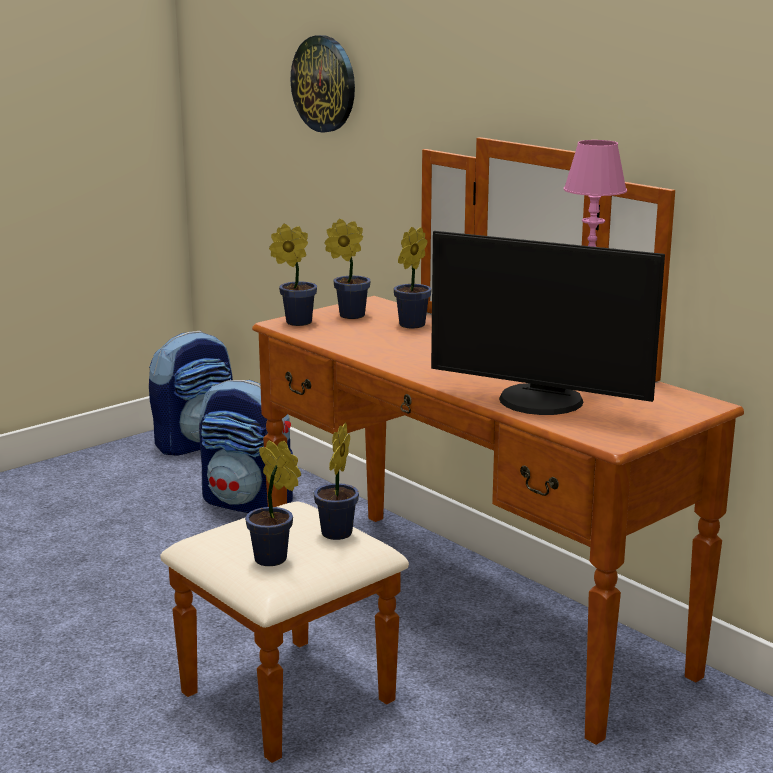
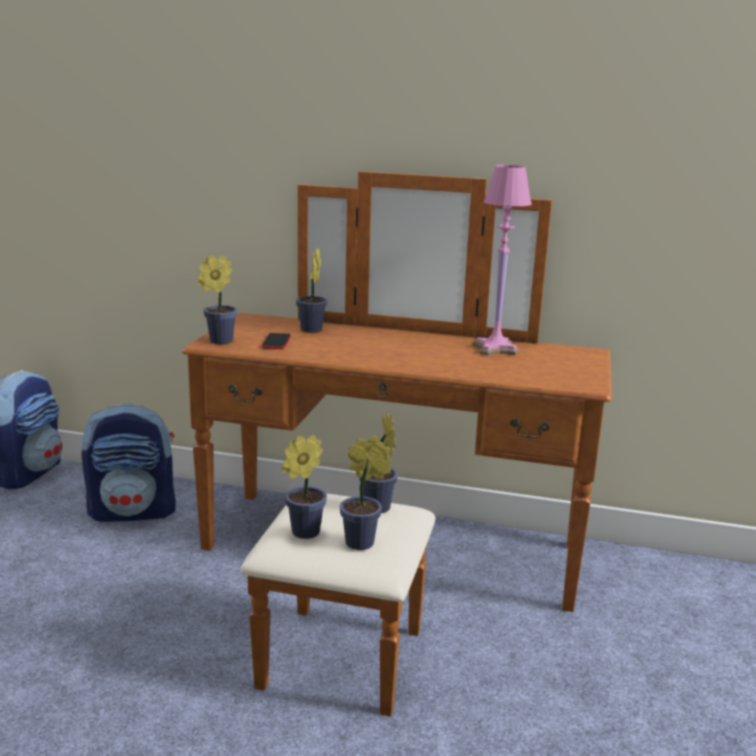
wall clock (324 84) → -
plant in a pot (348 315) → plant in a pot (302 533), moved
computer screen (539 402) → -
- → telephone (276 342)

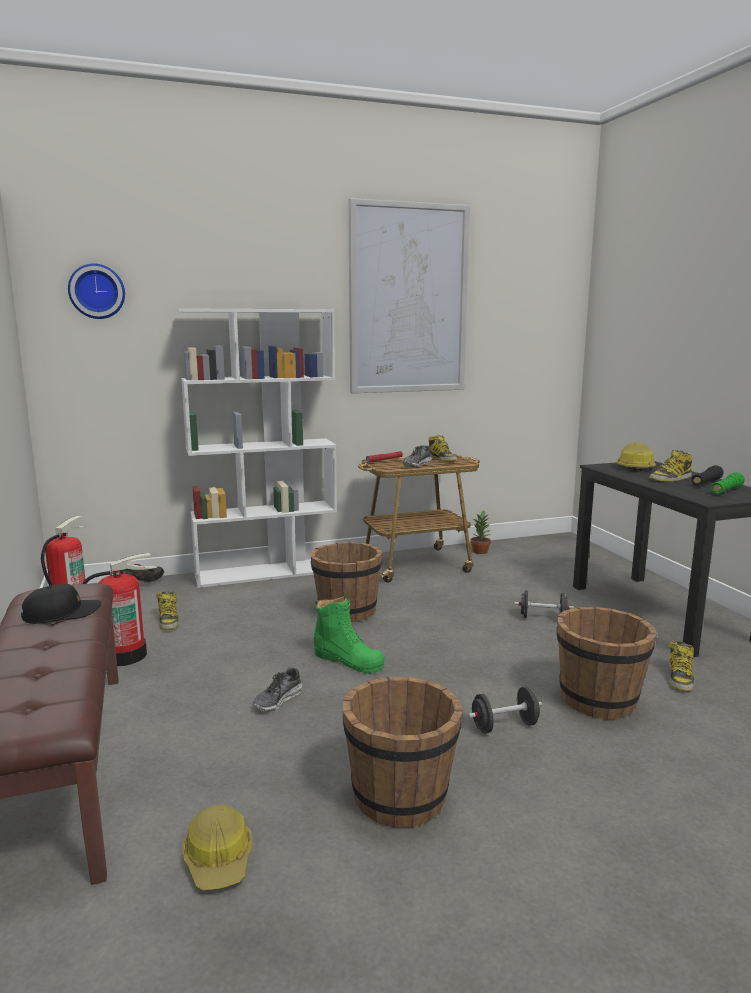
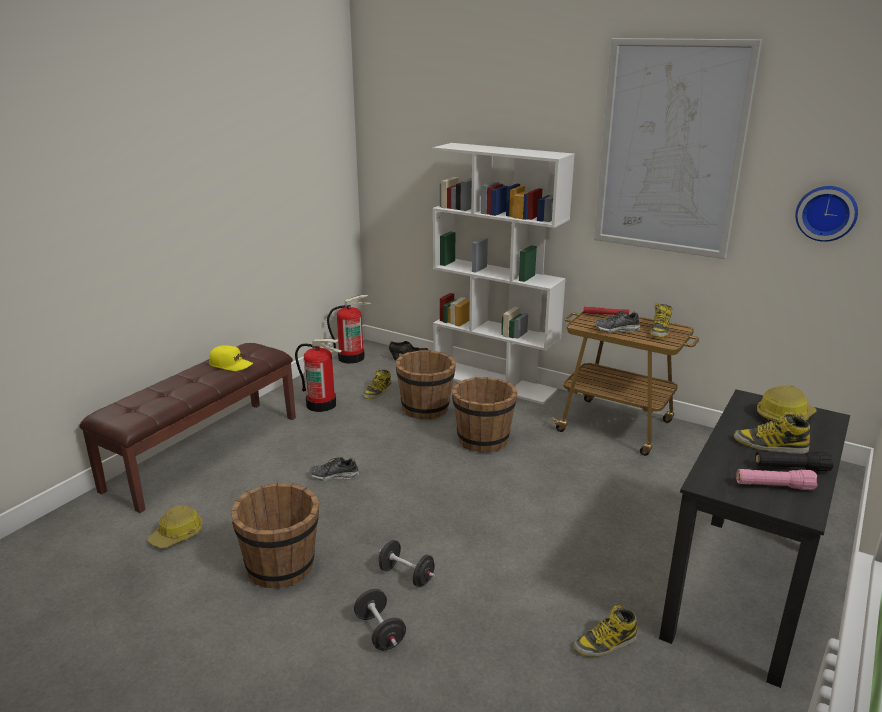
wall clock (97 291) → wall clock (826 213), moved
greenish flashlight (726 491) → pink flashlight (774 486)
plant in a pot (480 551) → -
blackish baseball cap (62 614) → yellow baseball cap (231 364)
blackish hand weight (543 618) → blackish hand weight (380 632), moved
greenish boot (348 660) → -
brown-coloured bucket (599 700) → brown-coloured bucket (426 409), moved

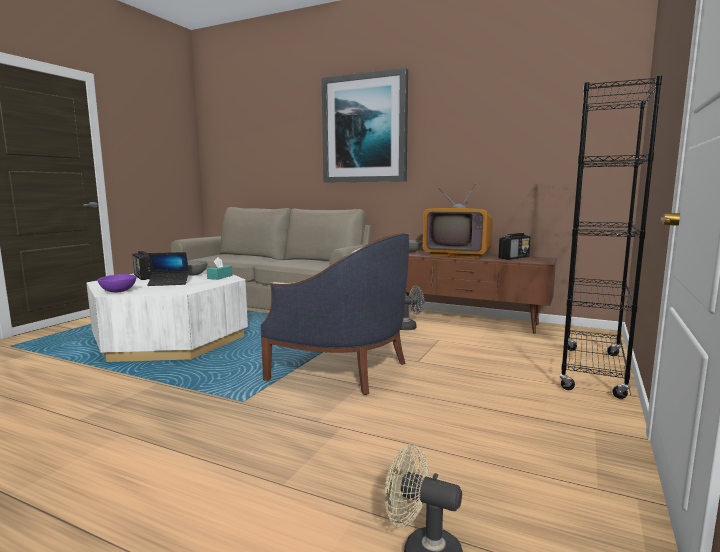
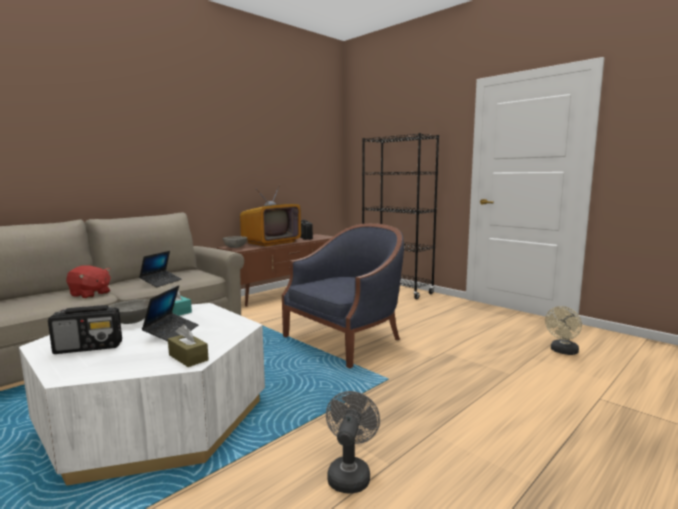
wall picture (365 129) → -
purple deep dish (118 291) → brown-coloured tissue box (188 357)
grey cooling fan (409 327) → grey cooling fan (350 473), moved
- → laptop (161 282)
- → red cuddly toy (90 294)

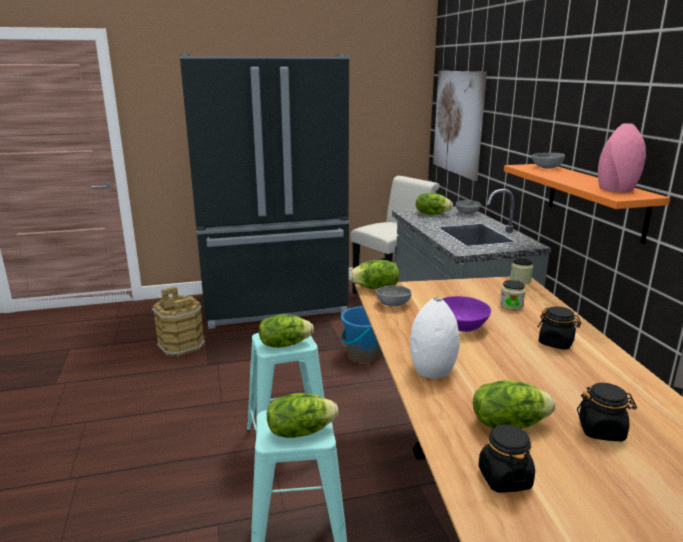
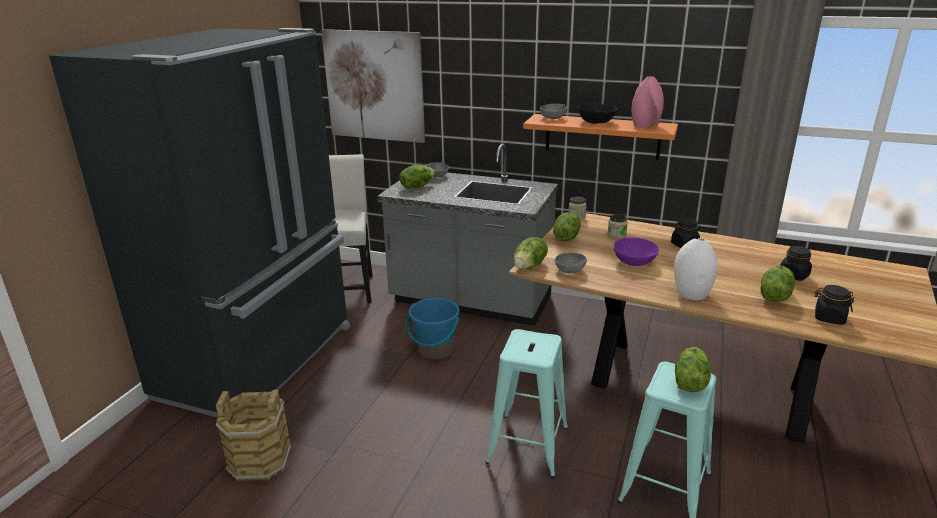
head of lettuce (284 344) → head of lettuce (566 237), moved
- → blackish deep dish (596 122)

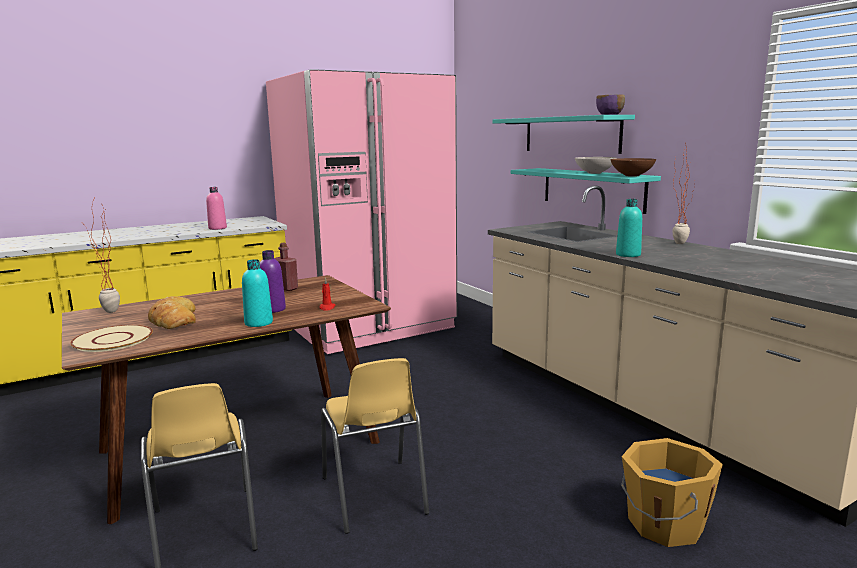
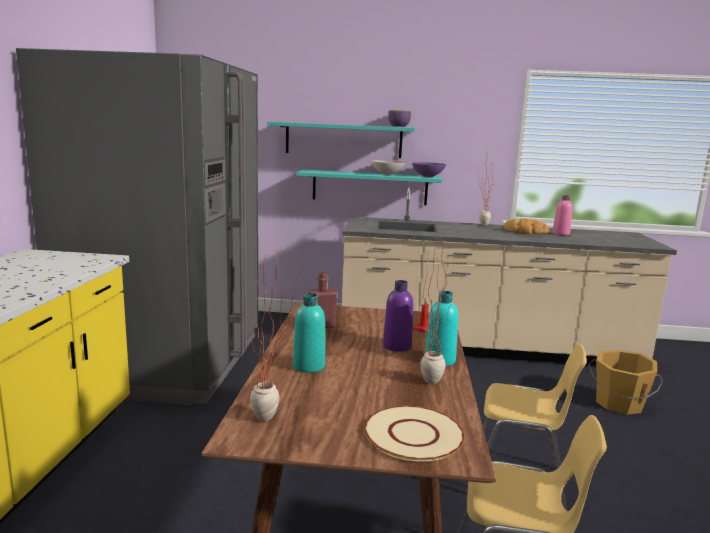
pink refrigerator (369 326) → grey refrigerator (168 362)
brown-coloured deep dish (631 176) → purple deep dish (428 176)
pink bottle (217 228) → pink bottle (561 234), moved
turquoise-coloured bottle (628 255) → turquoise-coloured bottle (309 366), moved
bakery bread (173 320) → bakery bread (525 232), moved
- → plant in a pot (431 379)

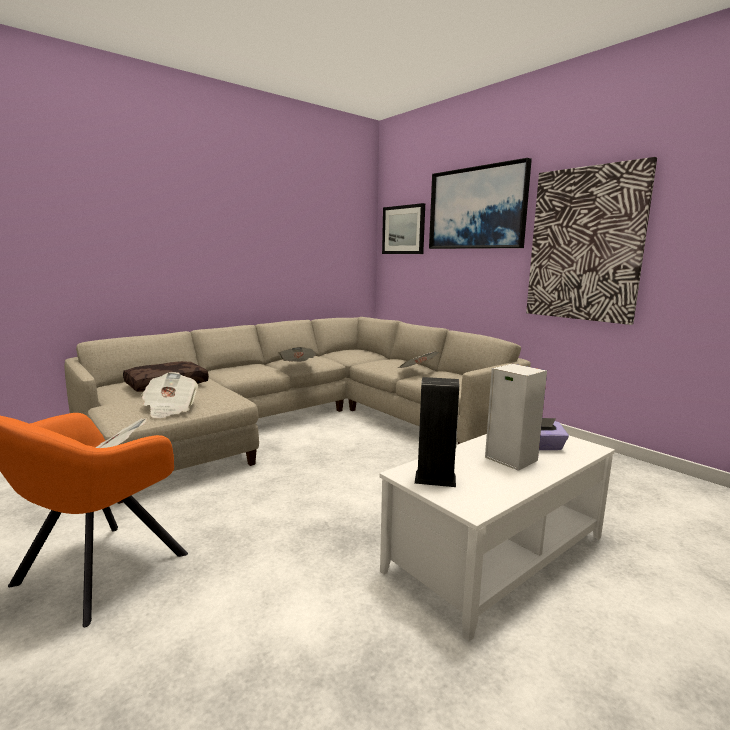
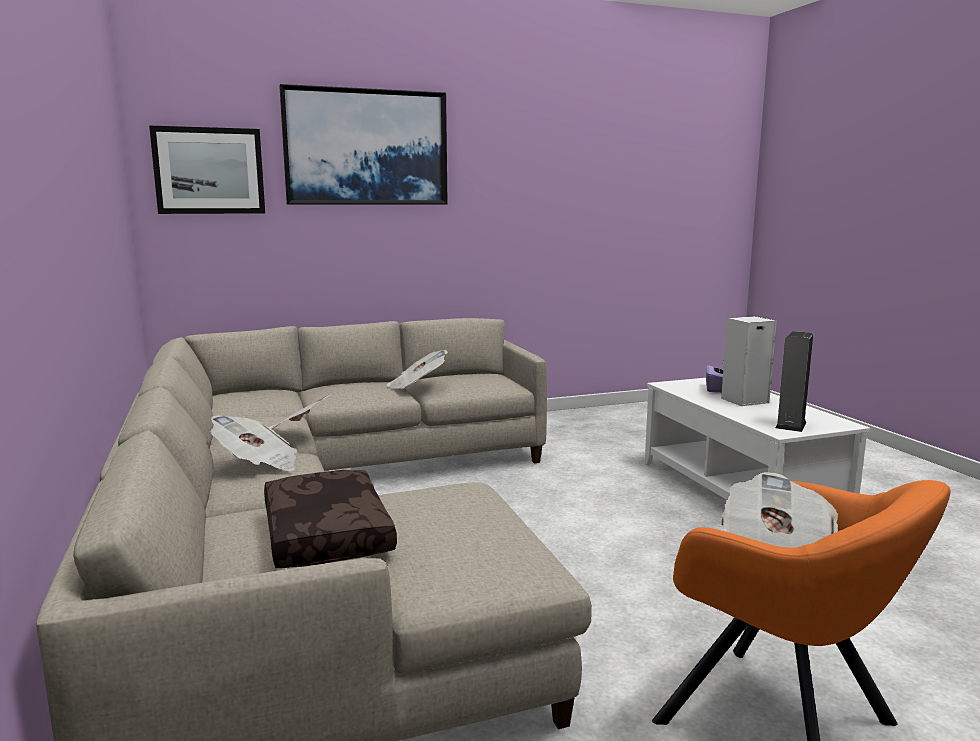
wall picture (585 244) → -
printed paper (170 409) → printed paper (258 464), moved

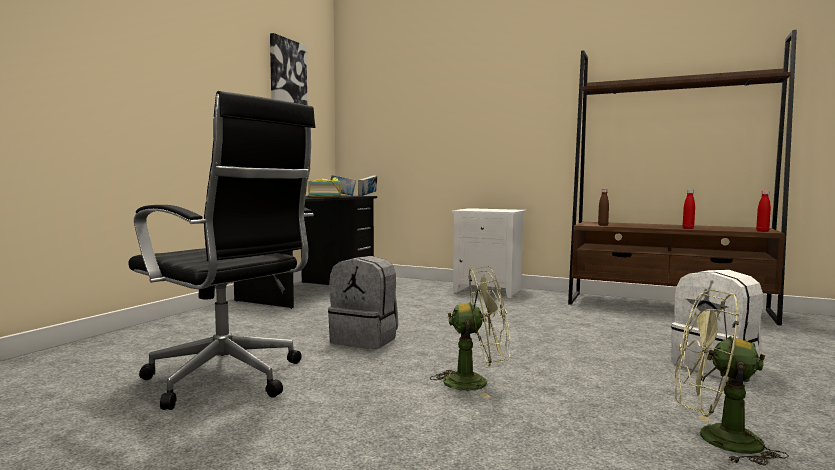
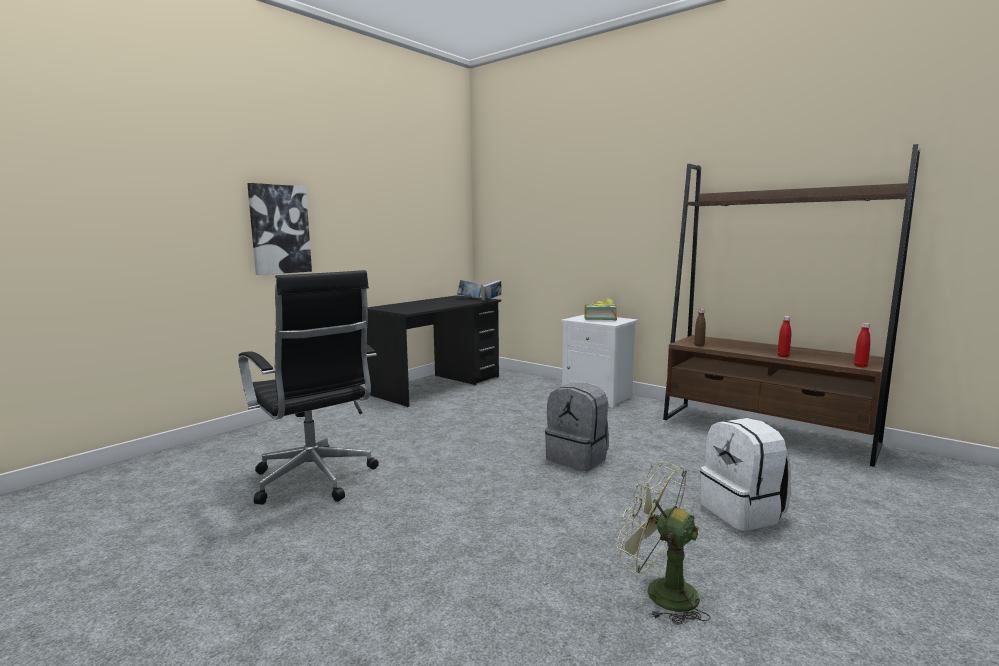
wall picture (287 79) → wall picture (279 229), moved
bound book (325 196) → bound book (600 319), moved
grey backpack (365 340) → grey backpack (578 458), moved
greenish cooling fan (475 382) → -

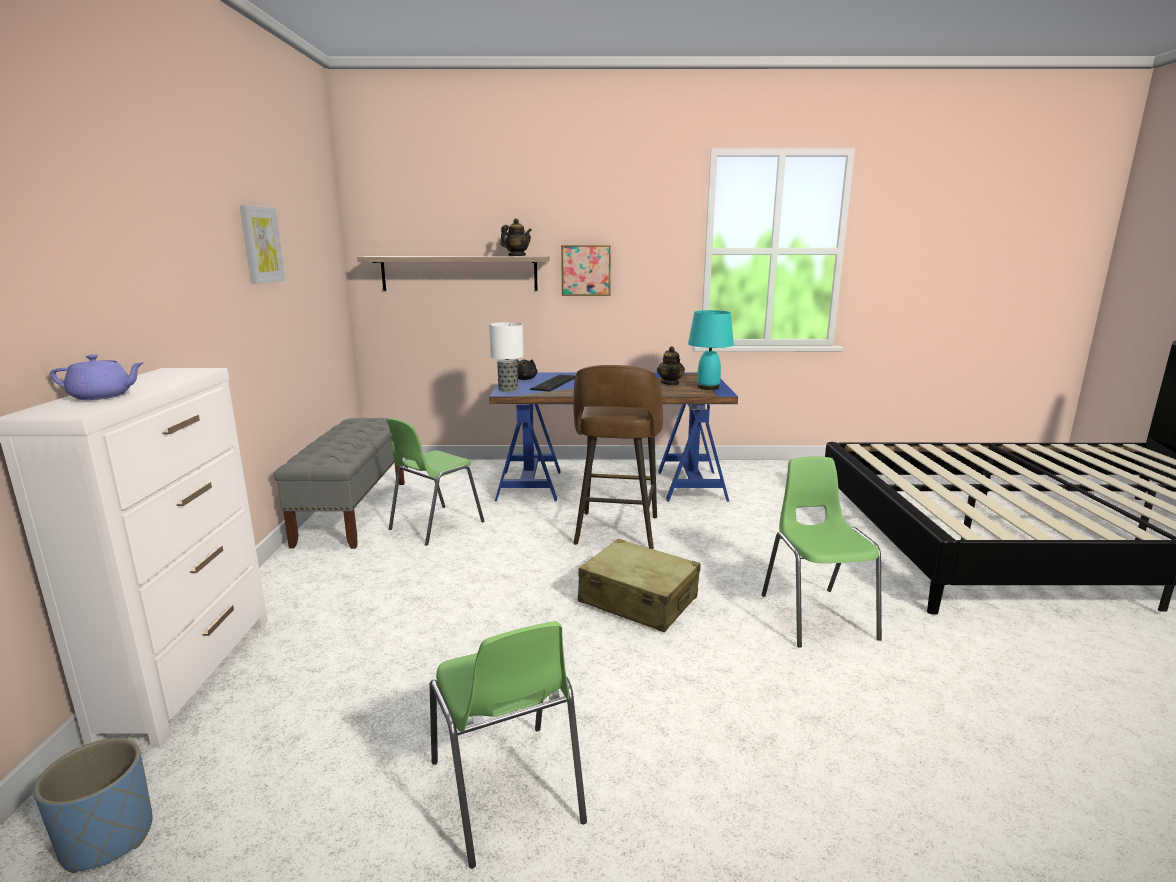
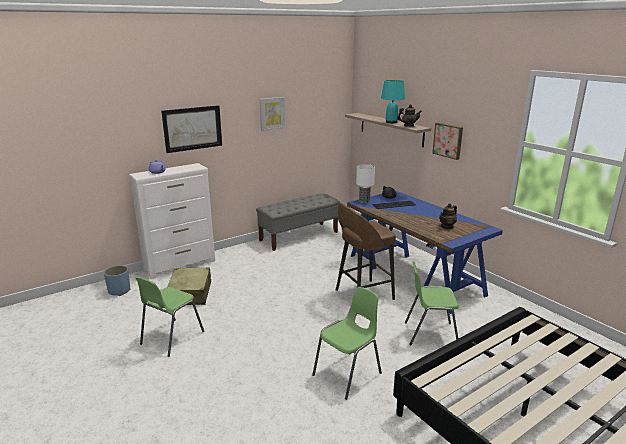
turquoise-coloured table lamp (708 387) → turquoise-coloured table lamp (391 122), moved
greenish chair (435 525) → greenish chair (430 334), moved
beige-coloured suitcase (638 600) → beige-coloured suitcase (190 293), moved
- → wall picture (192 128)

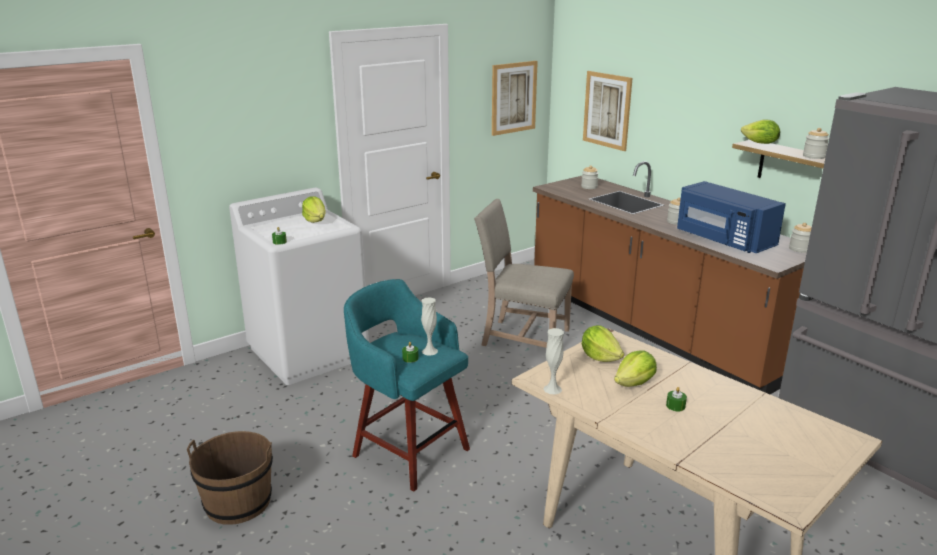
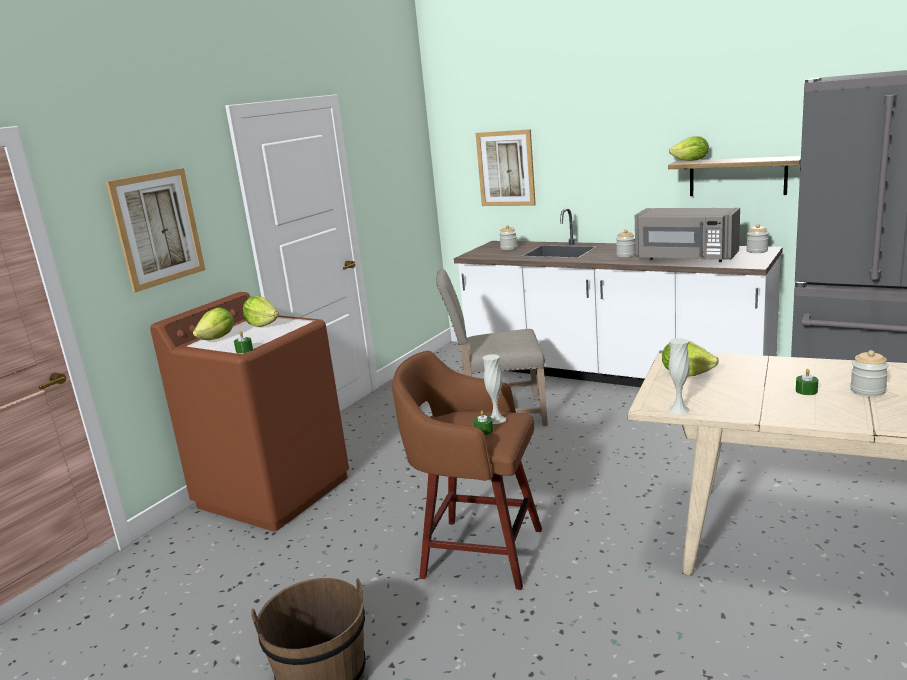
wall picture (513 97) → wall picture (157 228), moved
jar (814 156) → jar (867 390), moved
brown-coloured counter (652 328) → whitish counter (611 374)
blue kitchen microwave (723 240) → grey kitchen microwave (685 258)
whitish laundry machine (309 352) → brown-coloured laundry machine (274 491)
turquoise-coloured sitting stool (408 451) → brown-coloured sitting stool (478 552)
head of lettuce (634 383) → head of lettuce (218 338), moved

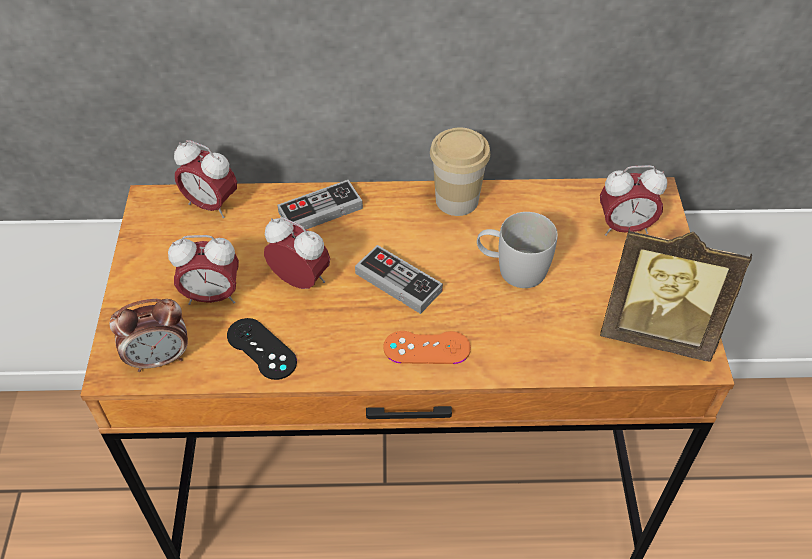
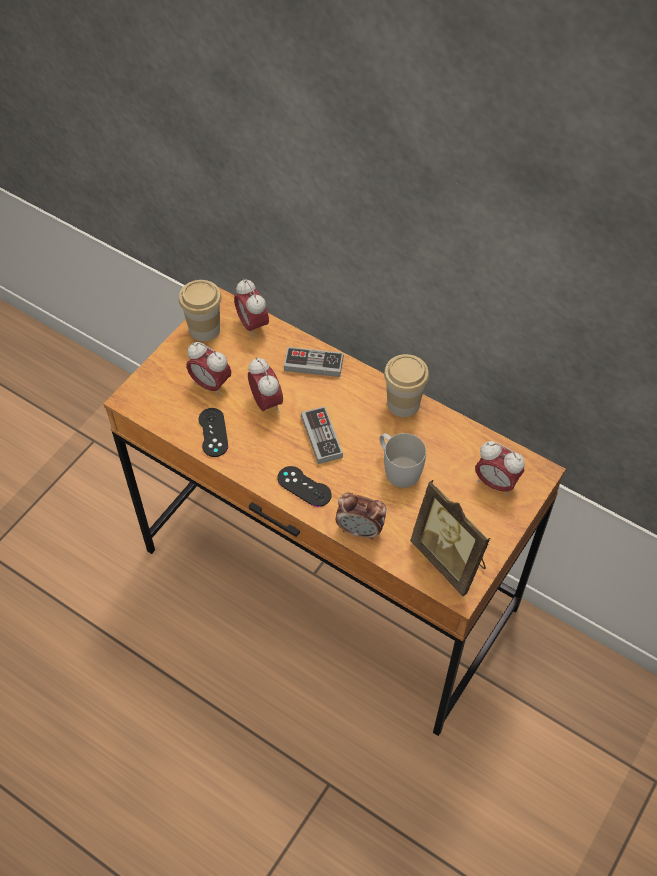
bedside clock (160 358) → bedside clock (360 530), moved
orange gamepad (427 348) → blackish gamepad (304 486)
- → small cup (204 329)

